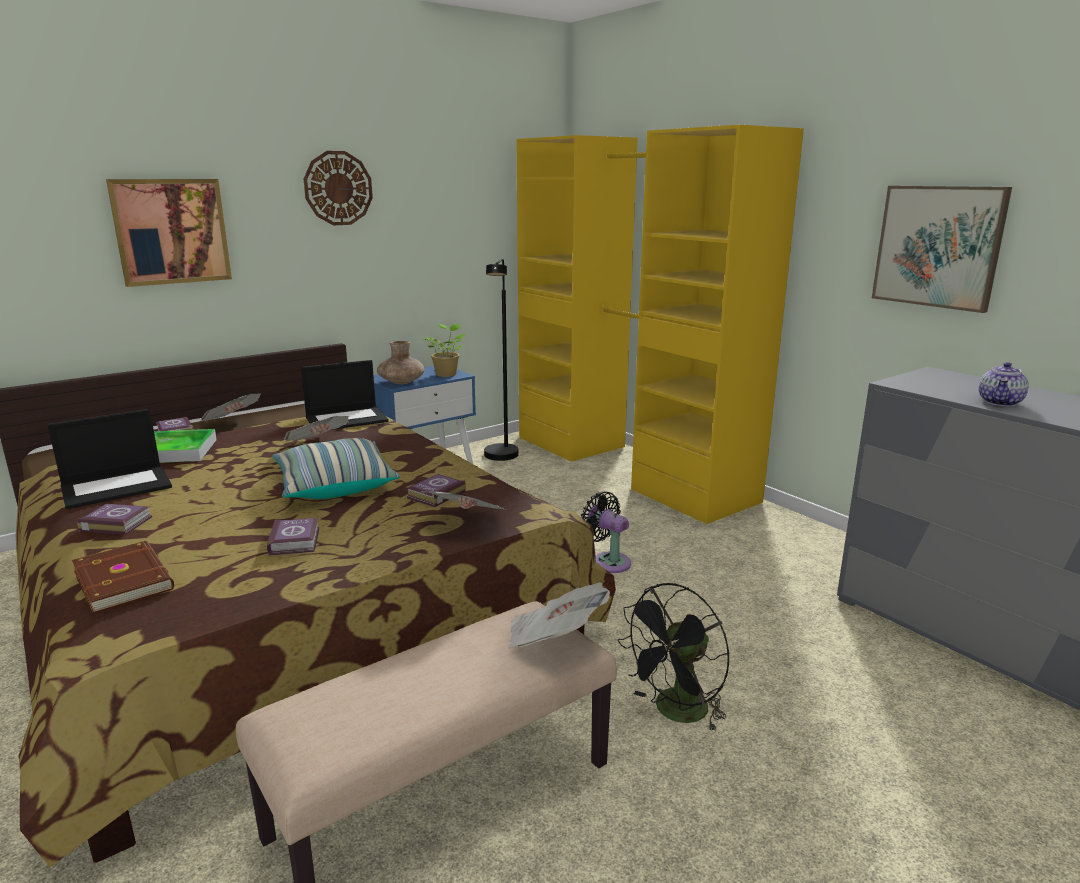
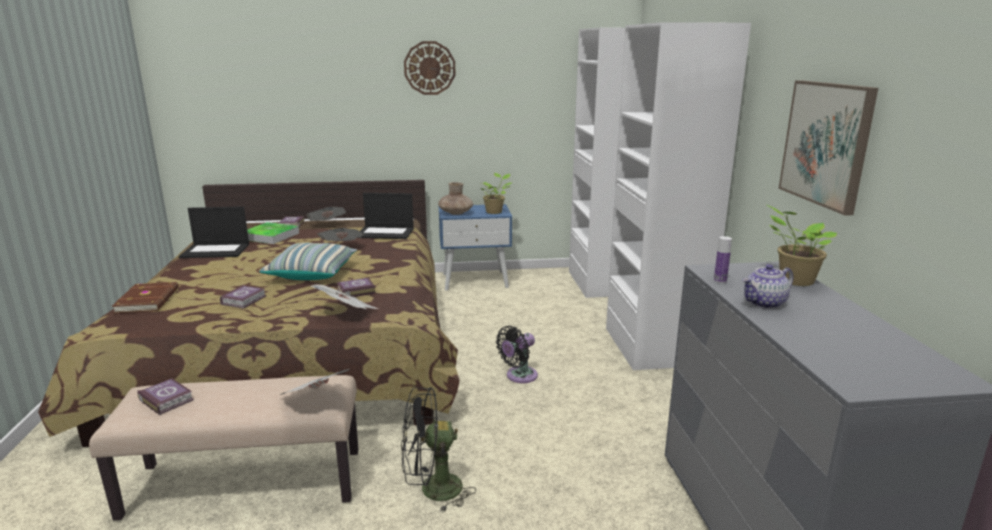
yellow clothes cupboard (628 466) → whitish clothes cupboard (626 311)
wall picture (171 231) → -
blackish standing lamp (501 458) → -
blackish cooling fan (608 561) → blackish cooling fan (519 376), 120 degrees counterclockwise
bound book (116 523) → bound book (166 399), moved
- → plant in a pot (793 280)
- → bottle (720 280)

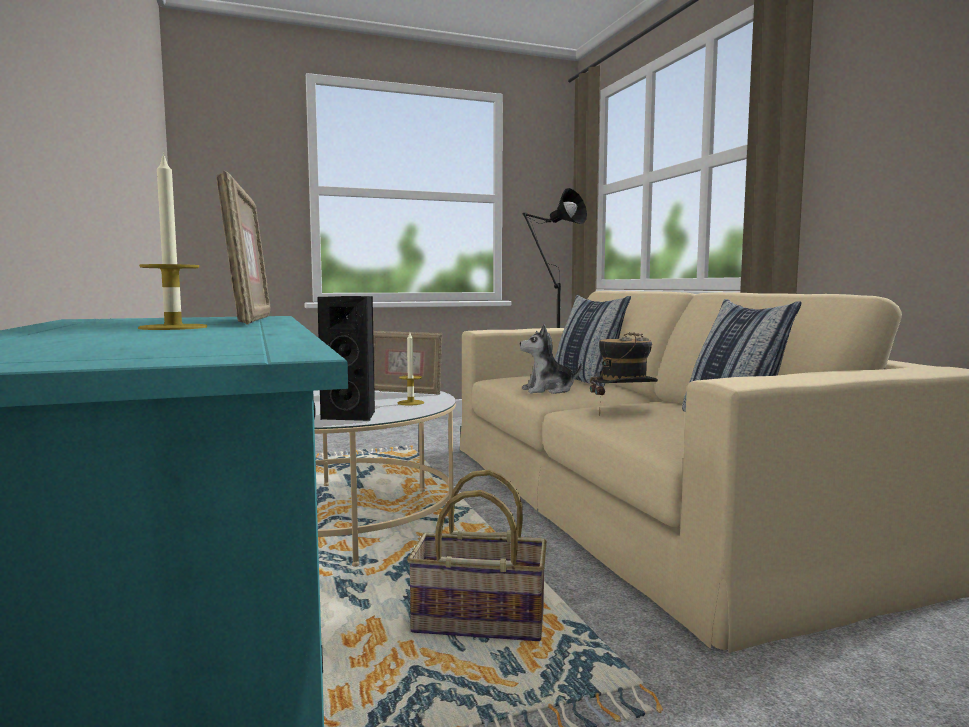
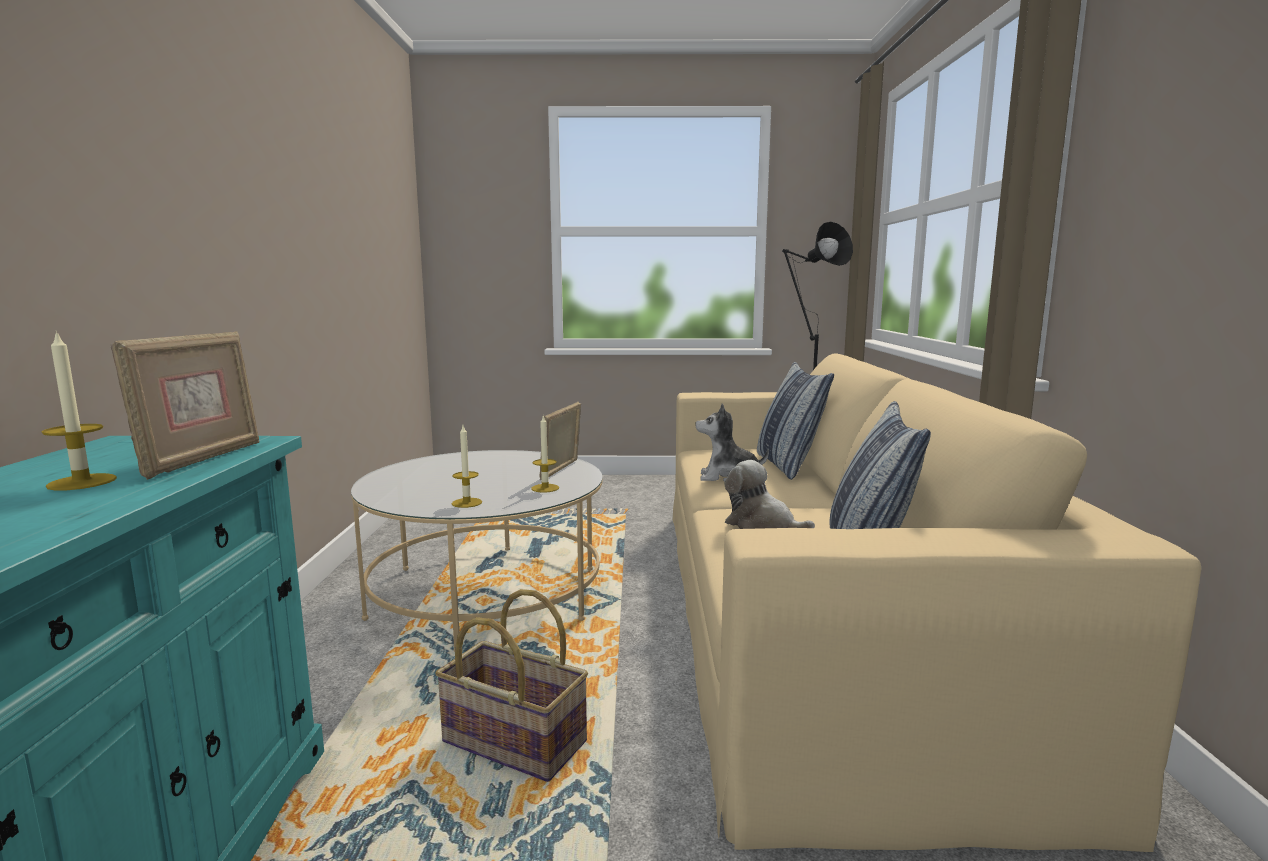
blackish speaker (352 416) → candle (467 503)
standing frame (405 392) → standing frame (561 470), 75 degrees clockwise
hat (623 412) → cuddly toy (762 525)

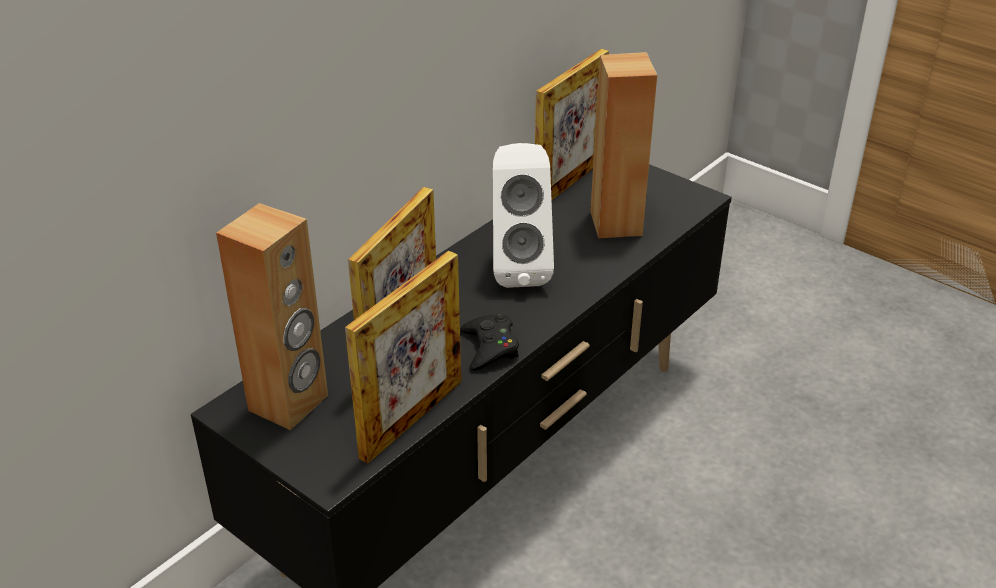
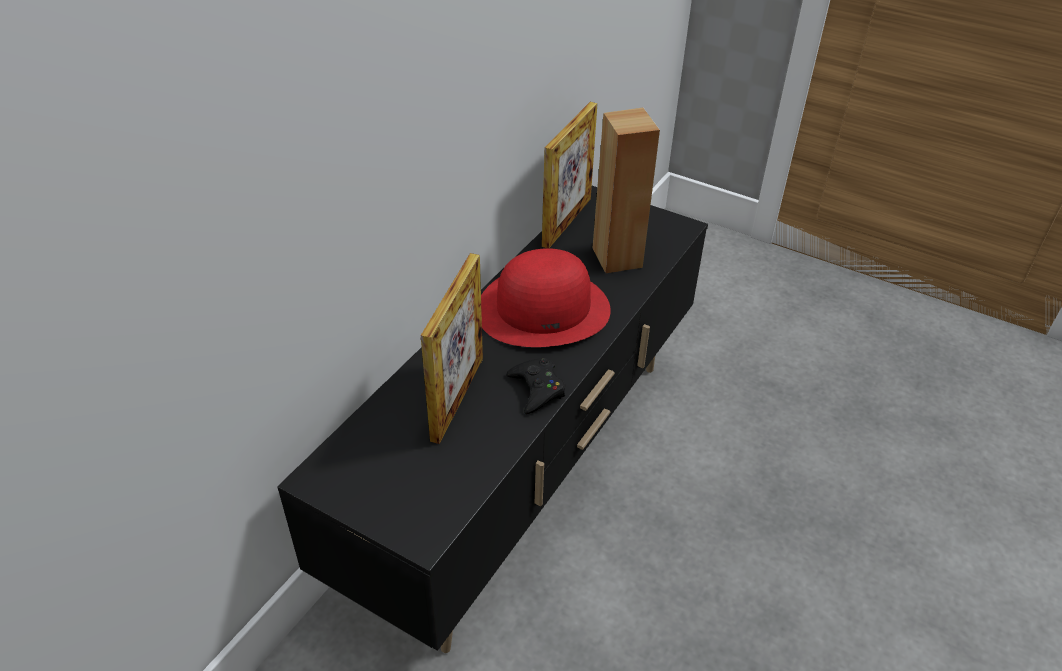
whitish speaker (519 268) → red hat (543 308)
brown-coloured speaker (289 403) → -
standing frame (412 418) → -

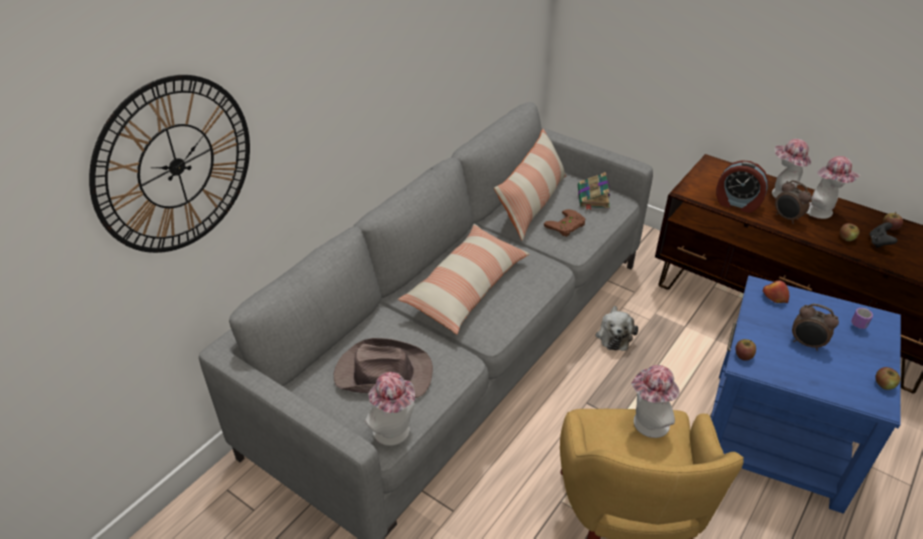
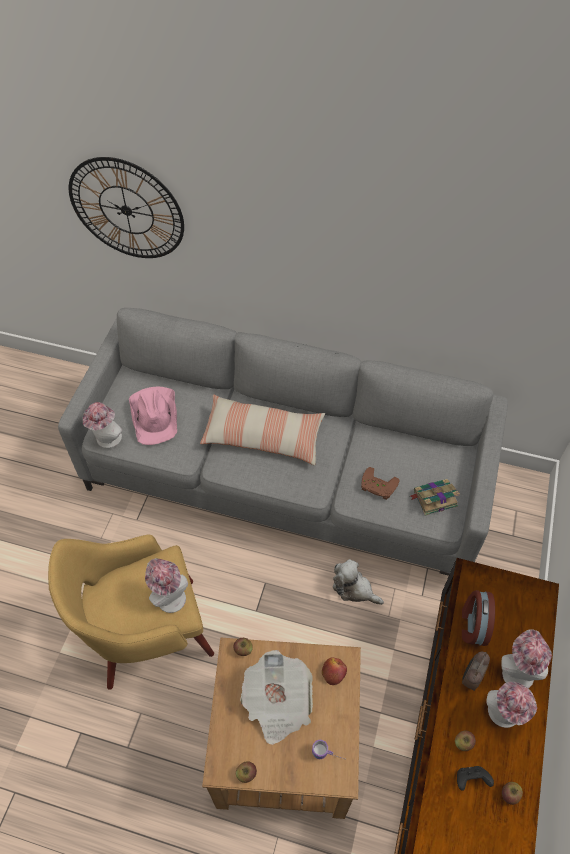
throw pillow (532 203) → -
blue side table (775 435) → brown-coloured side table (284 745)
bedside clock (806 344) → printed paper (277 703)
cuddly toy (614 335) → cuddly toy (354 588), 45 degrees clockwise
brown-coloured hat (382 373) → pink hat (155 415)

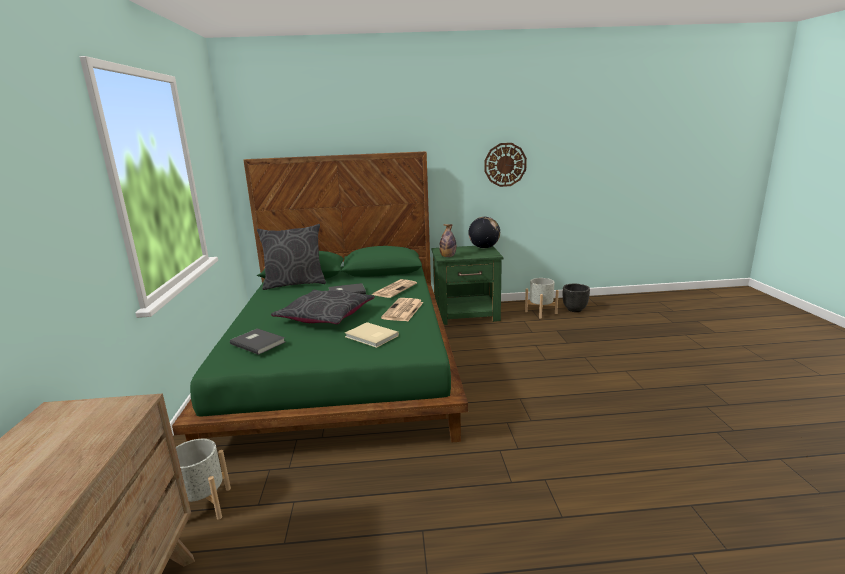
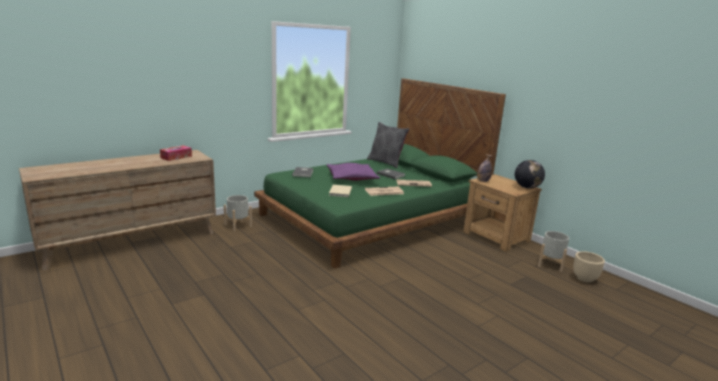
wall clock (505 164) → -
greenish nightstand (467 314) → brown-coloured nightstand (496 237)
blackish plant pot (574 309) → beige-coloured plant pot (585 279)
grey throw pillow (325 316) → purple throw pillow (351 178)
- → tissue box (176 157)

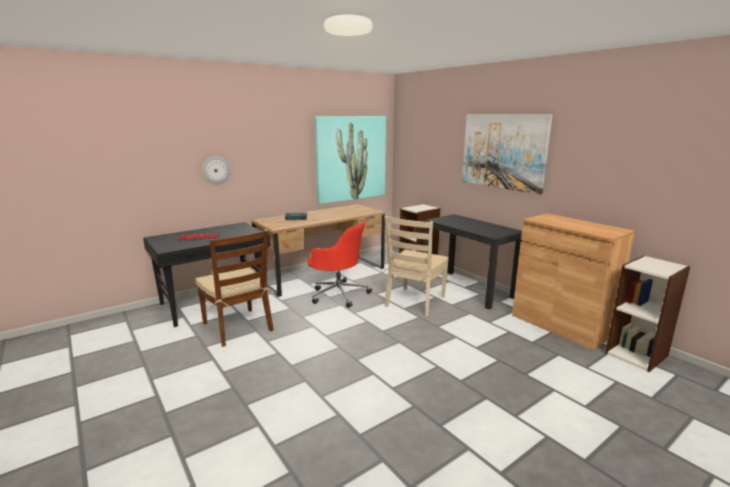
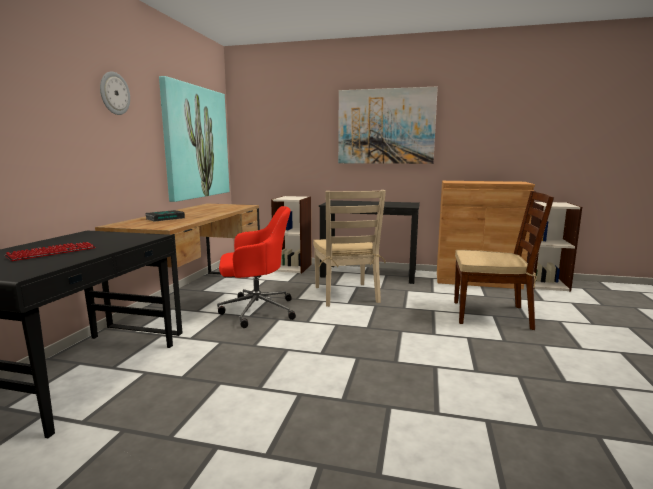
wall clock (216 170) → wall clock (114 93), moved
brown-coloured chair (238 327) → brown-coloured chair (492 315), moved

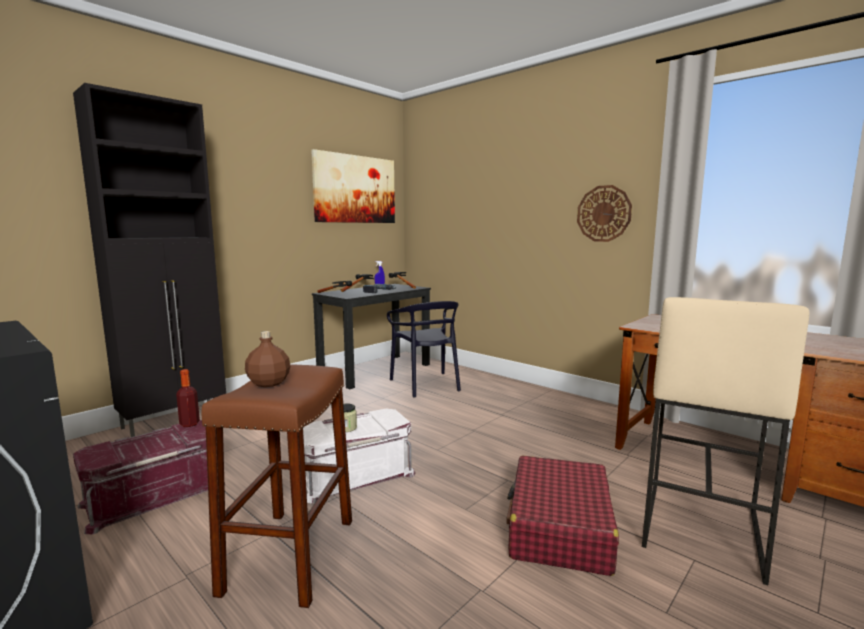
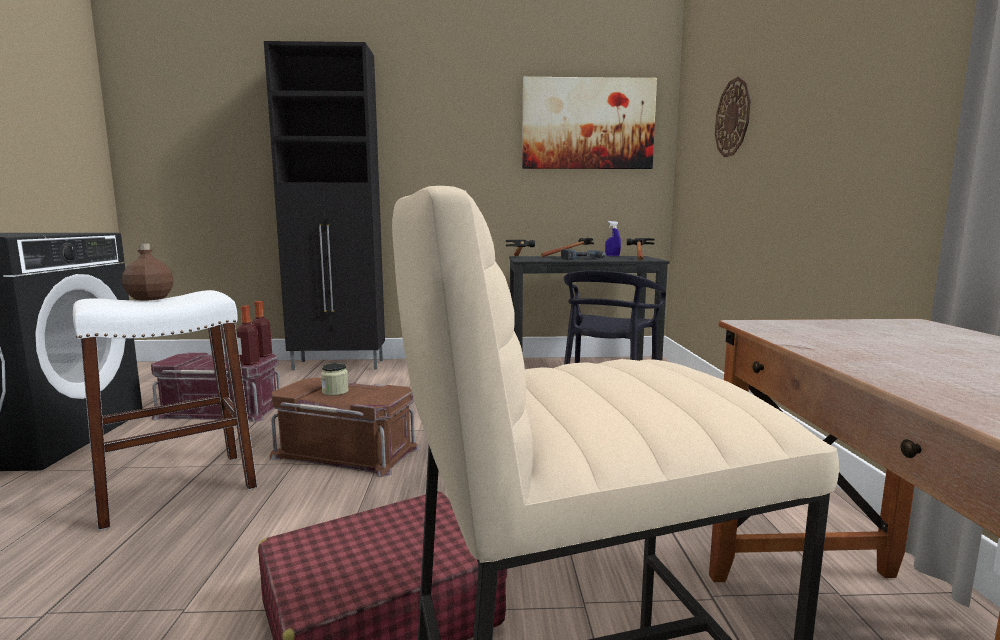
wall clock (603 213) → wall clock (733 118), moved
brown-coloured sitting stool (290 555) → whitish sitting stool (176 488)
whitish storage bin (355 474) → brown-coloured storage bin (347 451)
- → bottle (249 363)

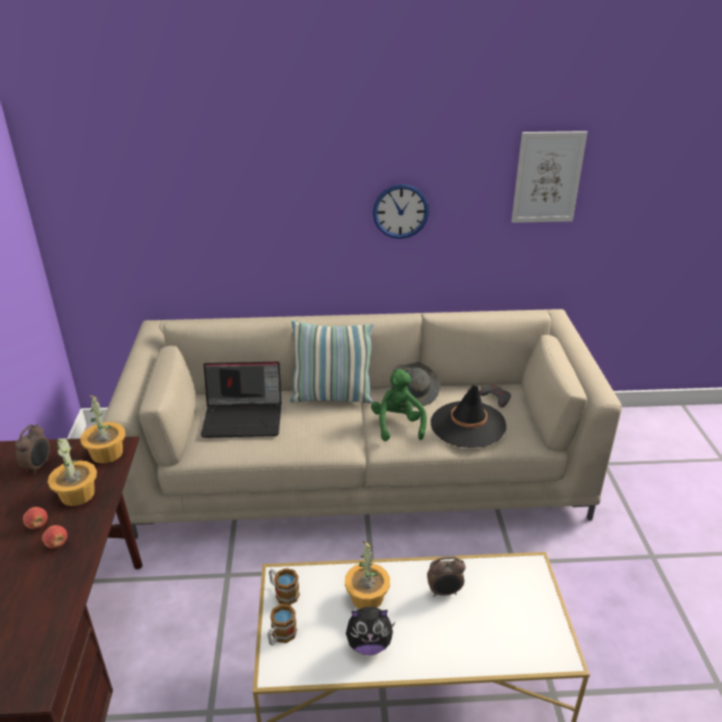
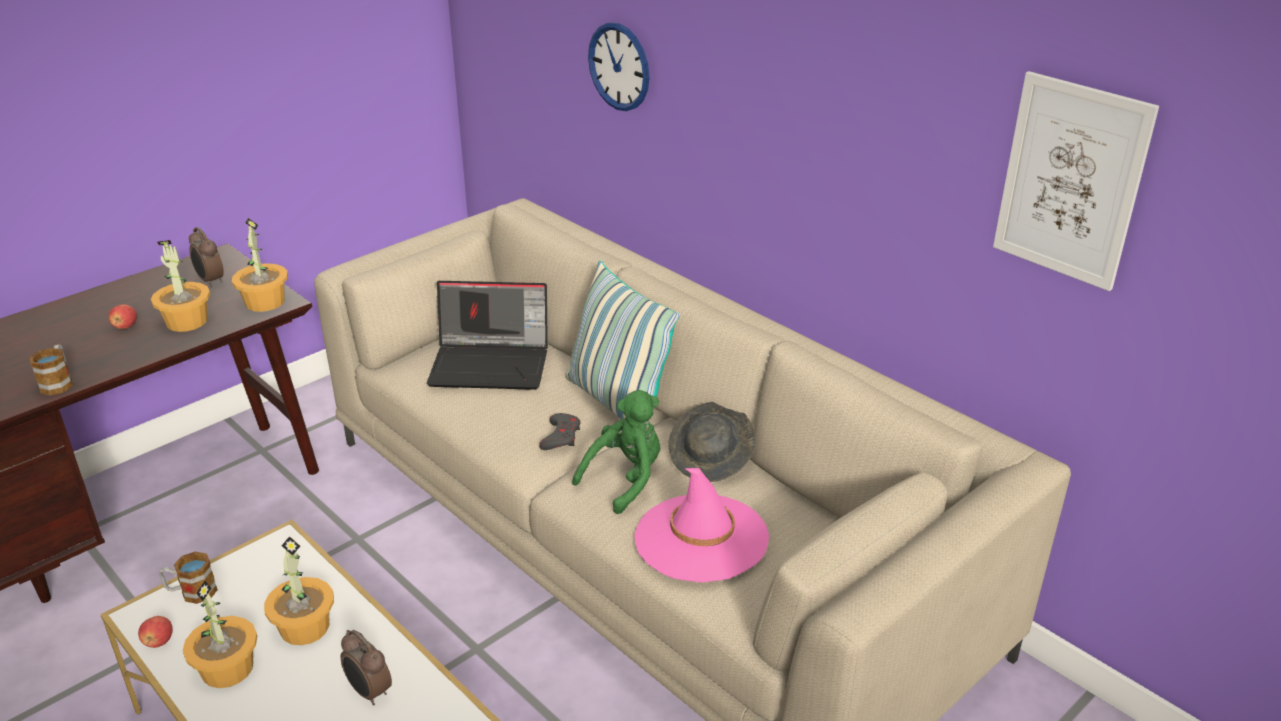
wall clock (400 211) → wall clock (619 67), moved
laptop (244 418) → laptop (492 364), 45 degrees counterclockwise
blackish hat (468 424) → pink hat (701 538)
grey gamepad (495 398) → grey gamepad (561 436), moved
bedside clock (38 466) → bedside clock (210 281), 75 degrees clockwise
apple (57 544) → apple (158 642), moved
tea mug (283 593) → tea mug (59 382), moved
cuddly toy (369 644) → plant in a pot (228 668)

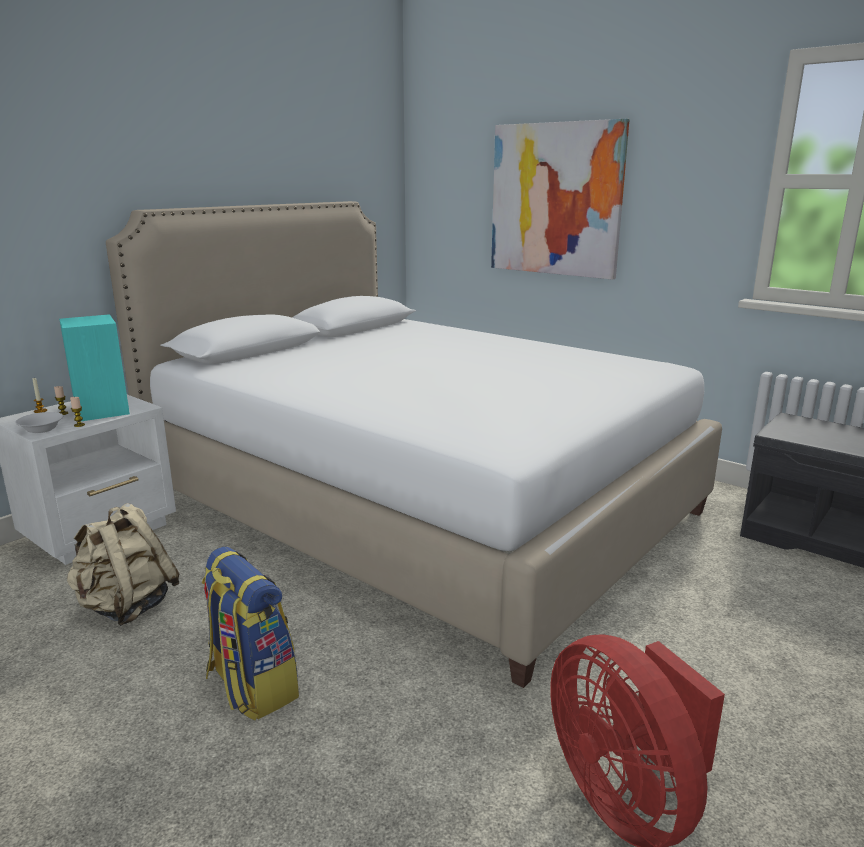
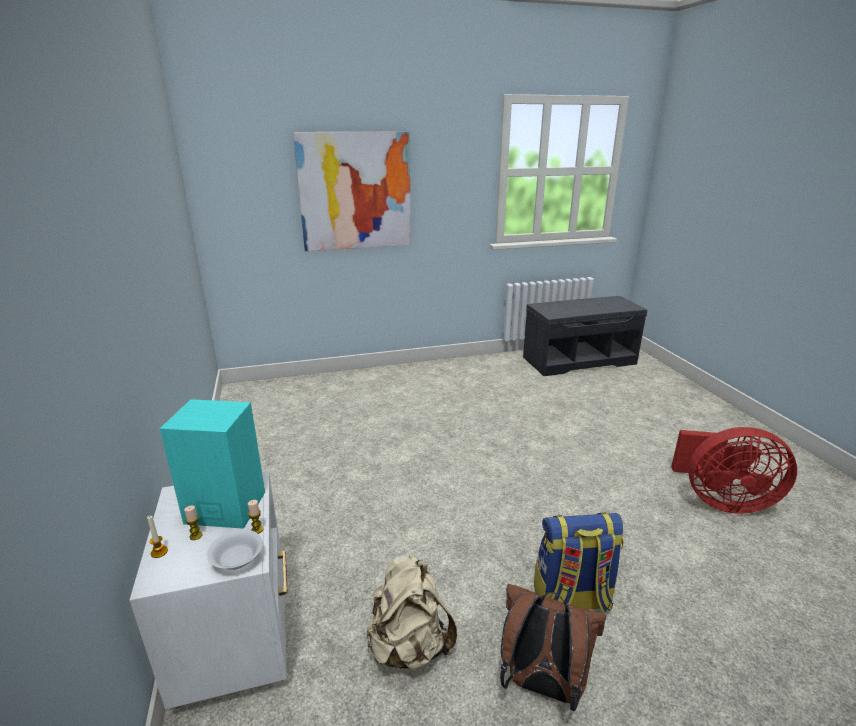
whitish bedroom bed (419 504) → -
- → brown-coloured backpack (542 685)

